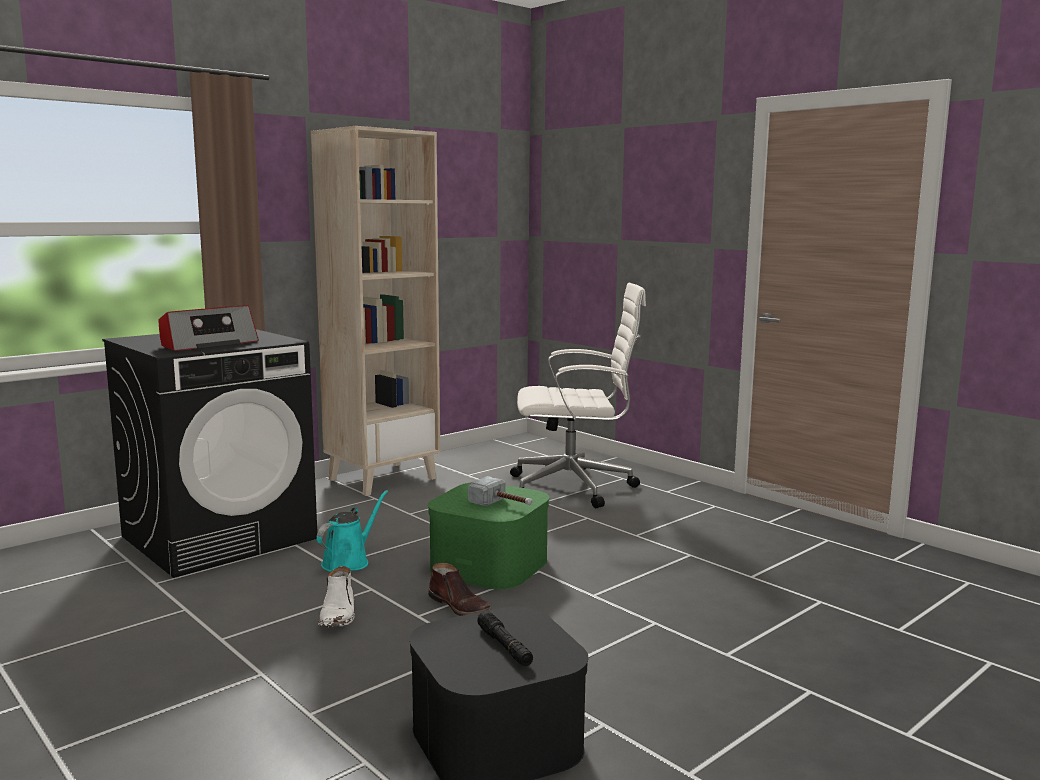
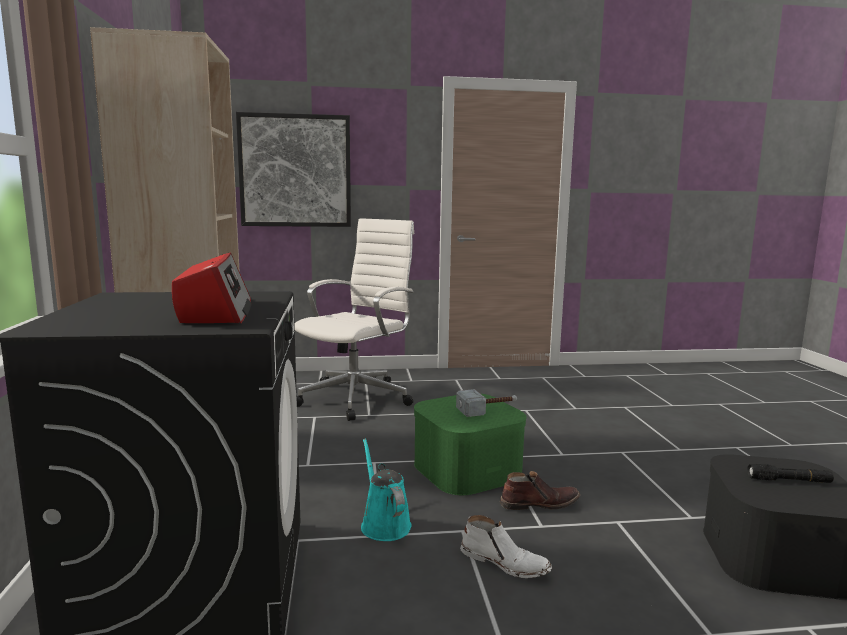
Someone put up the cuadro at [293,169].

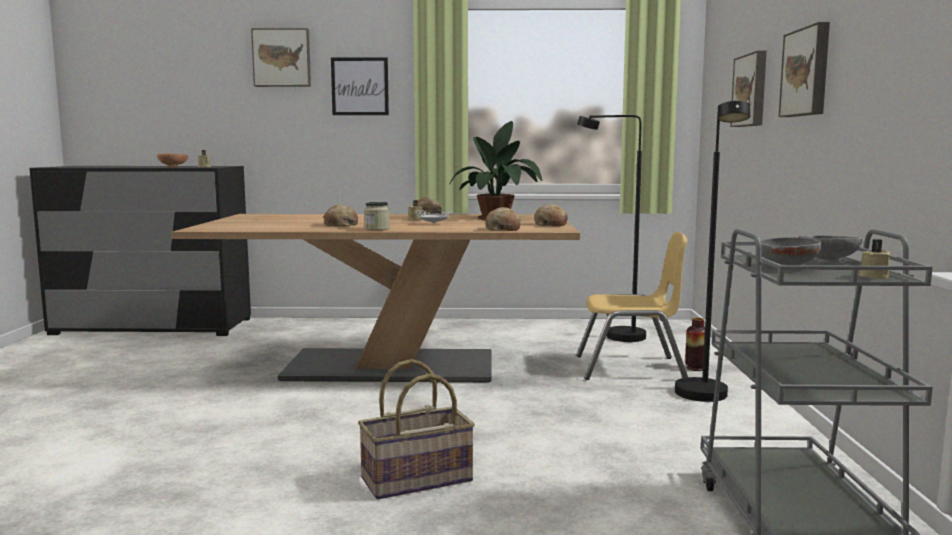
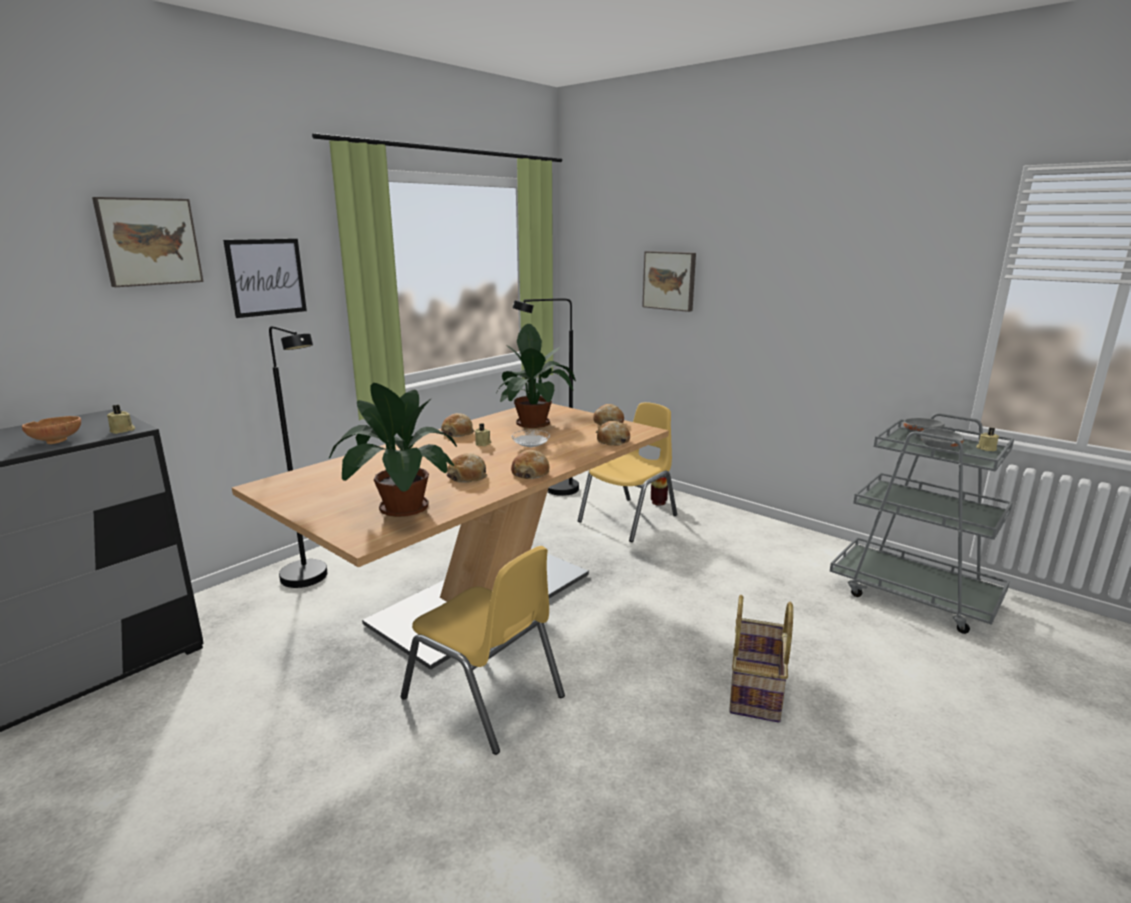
Someone took away the cuadro at [804,69].
Someone carried the lámpara de pie (negro) from [712,251] to [298,457].
Someone swapped the tarro at [377,216] for the pan at [530,464].
Someone put down the planta en maceta at [393,450].
Someone put down the silla (amarillo) at [483,650].

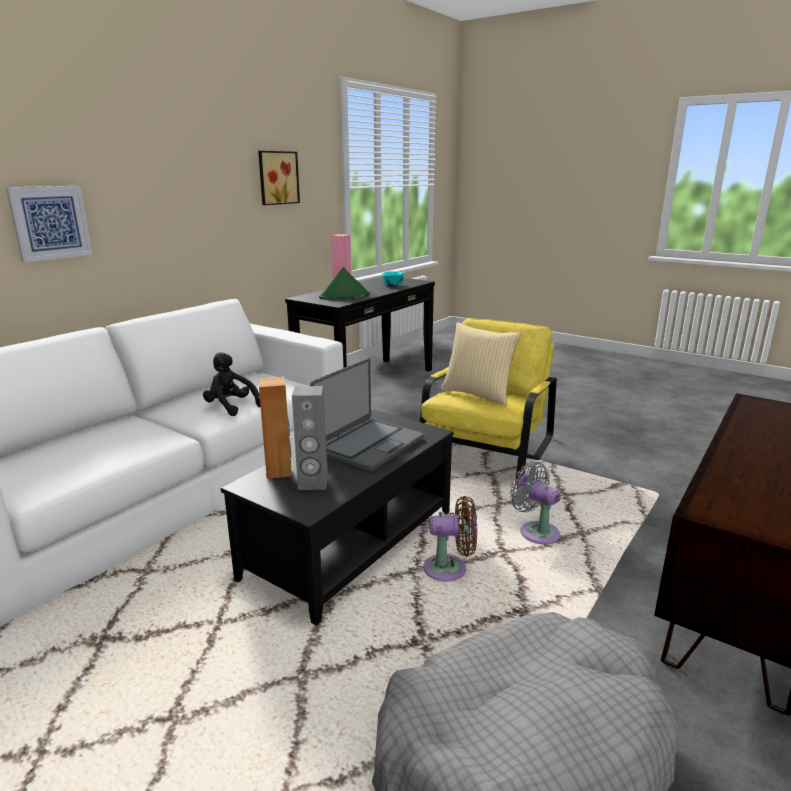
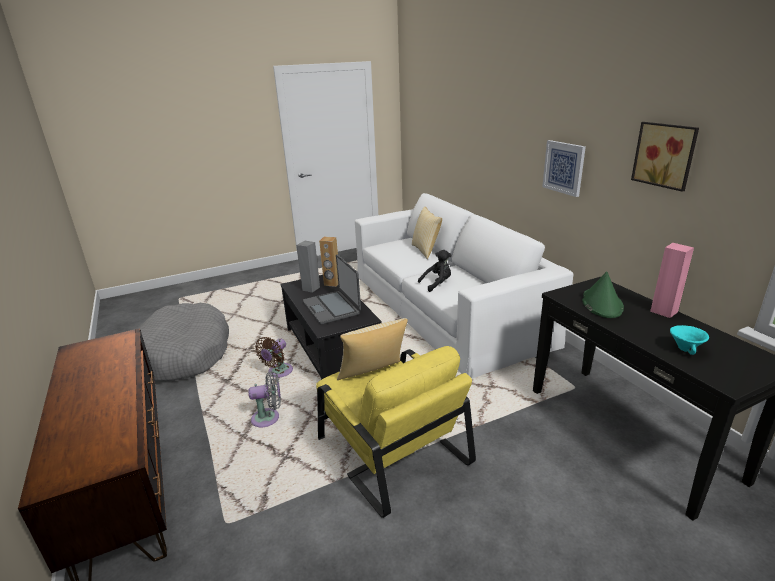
Someone carried the cuadro from [49,224] to [564,168].
Someone put down the cojín at [427,233].

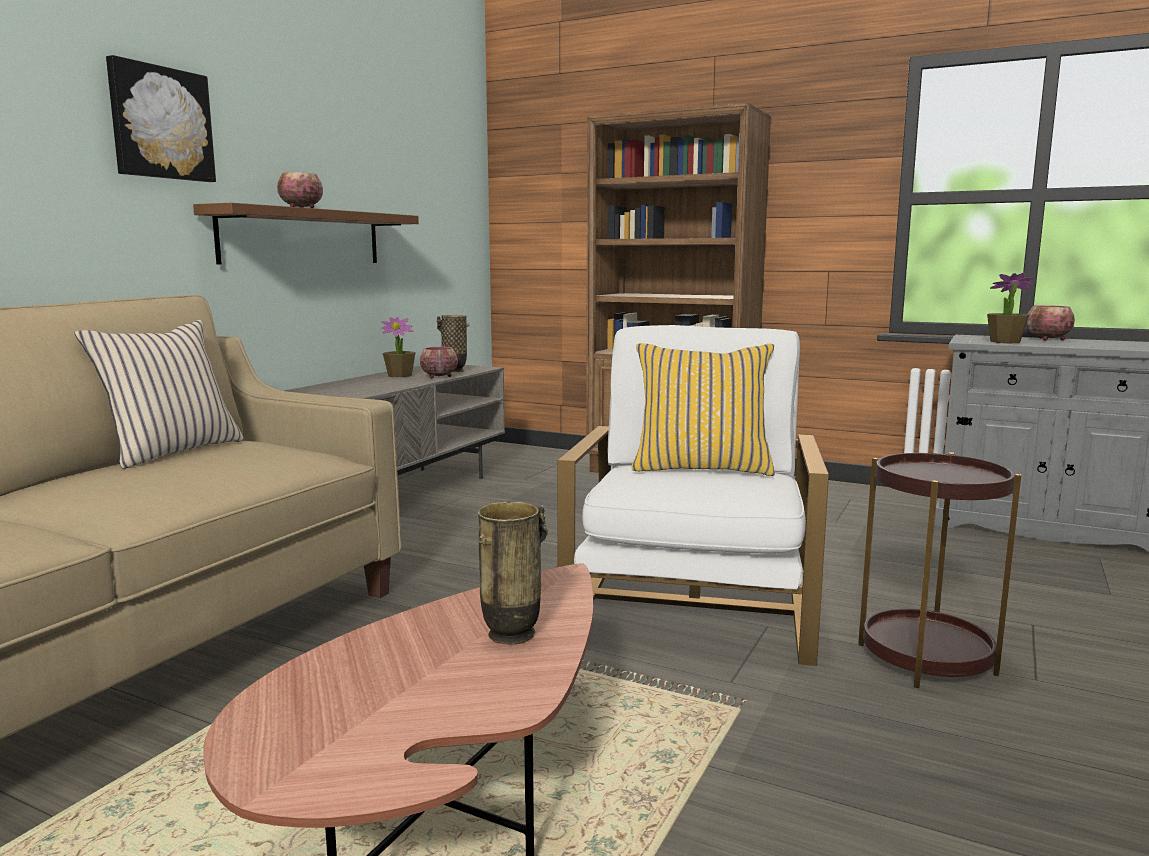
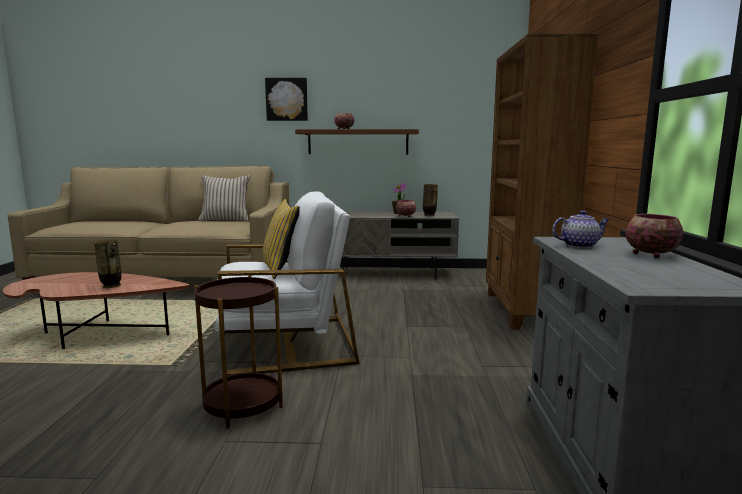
Someone swapped the planta en maceta at [1010,308] for the tetera at [581,229].

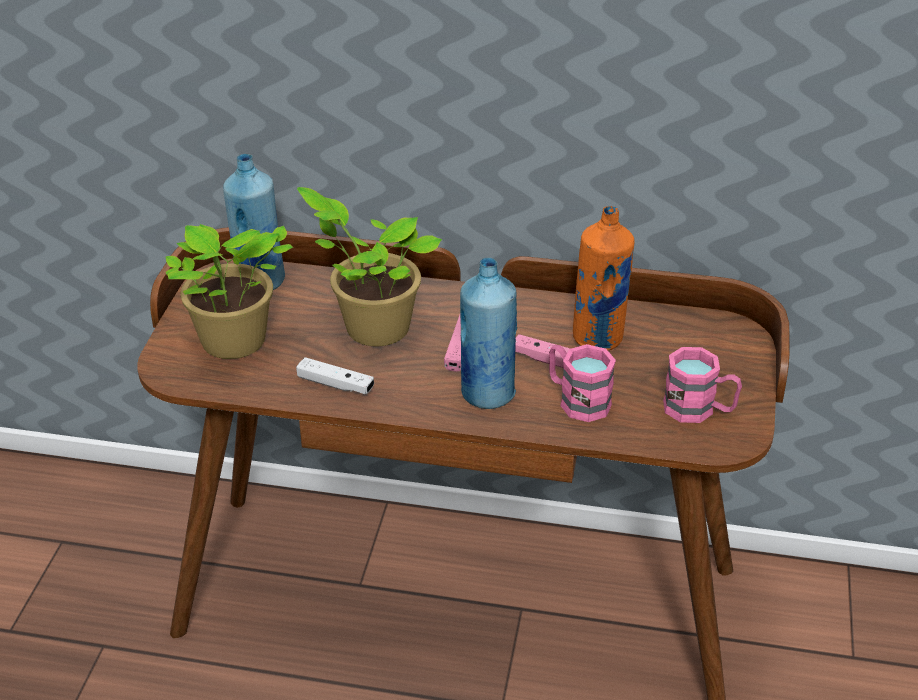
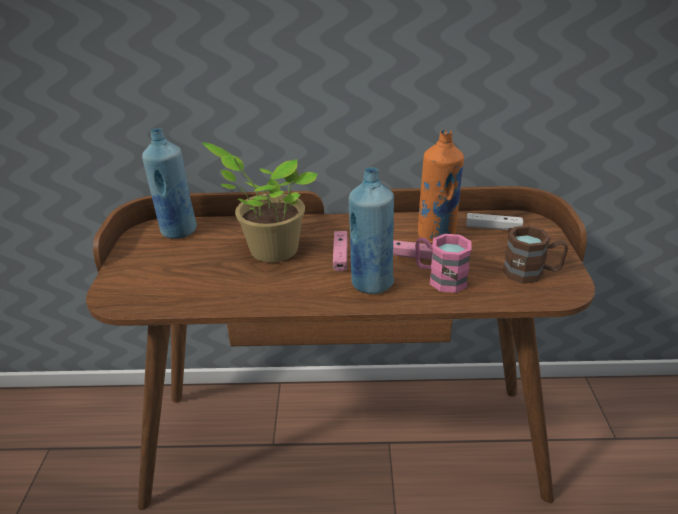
Someone took away the planta en maceta at [229,291].
Someone repainted the taza grande (rosa) at [702,385], which became the taza grande (marrón) at [535,254].
Someone carried the mando de consola (blanco) from [335,375] to [494,221].

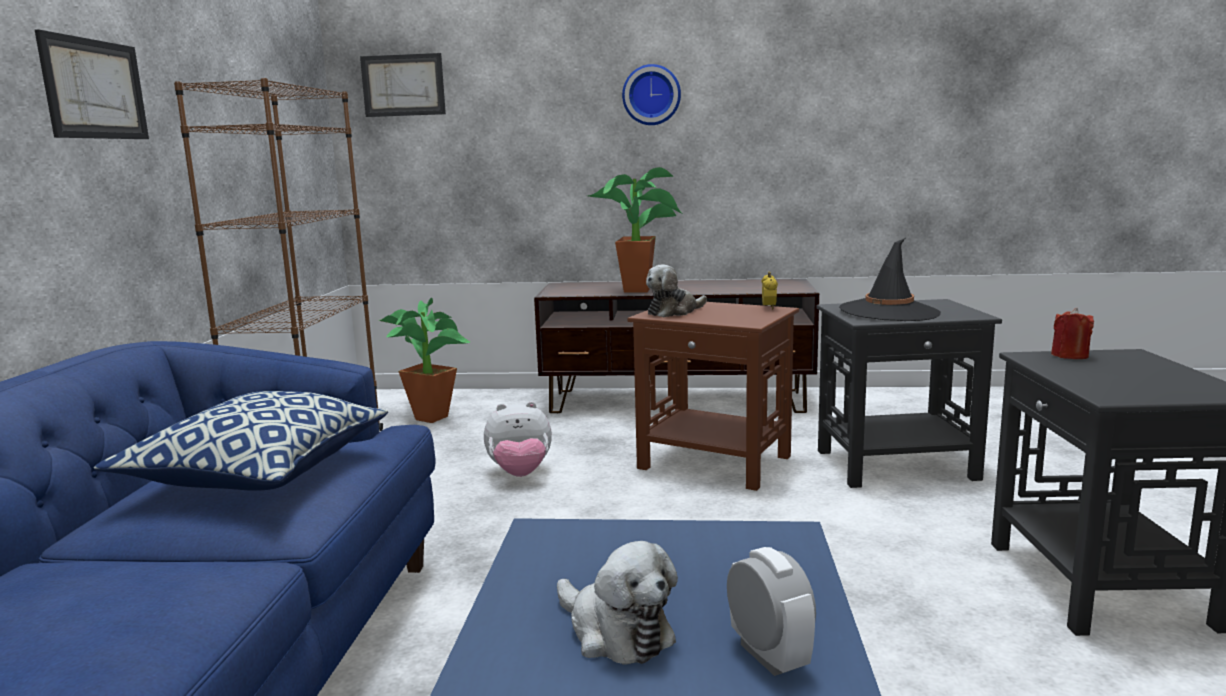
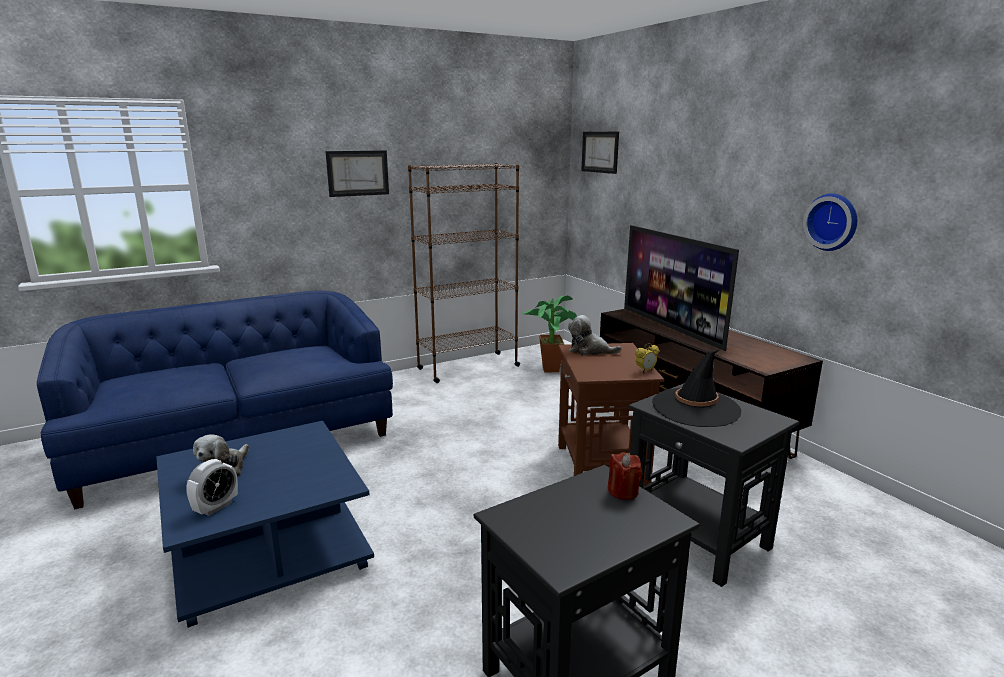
Someone carried the reloj de pared from [651,94] to [830,222].
Someone swapped the planta en maceta at [635,230] for the televisor at [681,288].
Someone took away the cojín at [241,441].
Someone took away the peluche at [518,439].

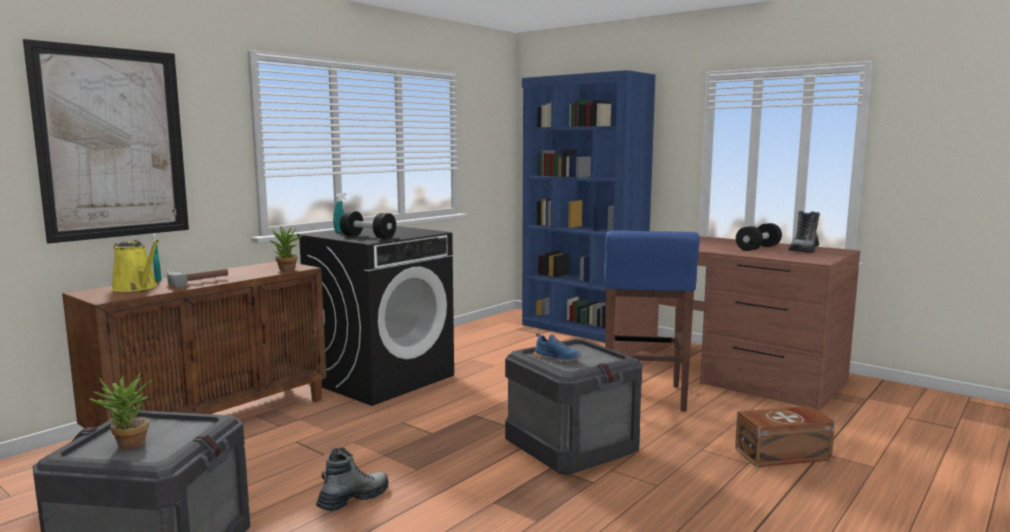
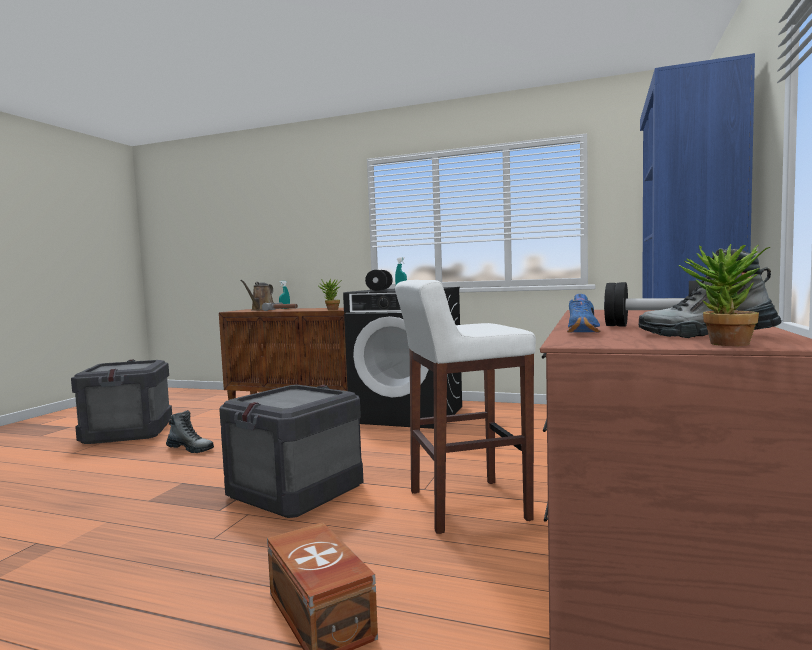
Someone took away the cuadro at [106,141].
Someone repainted the taburete (azul) at [652,321], which became the taburete (blanco) at [465,407].
Someone repainted the regadera (amarillo) at [135,266], which became the regadera (marrón) at [257,295].
Someone carried the zapato (azul) from [557,348] to [584,313].
Someone carried the planta en maceta from [121,410] to [724,295].

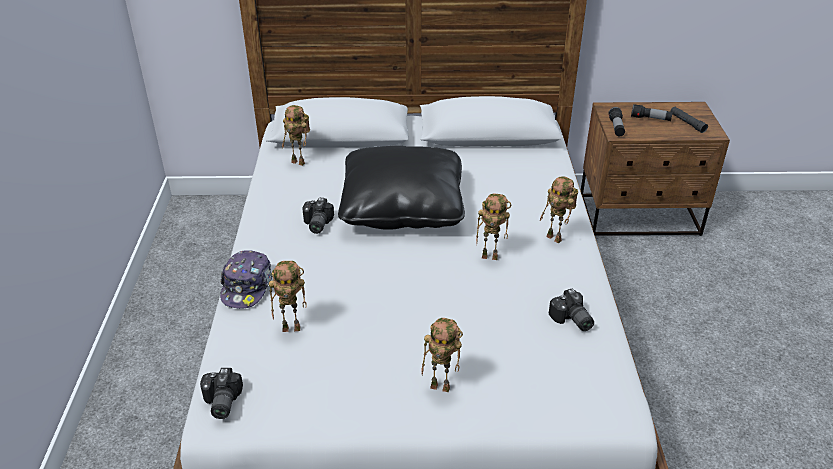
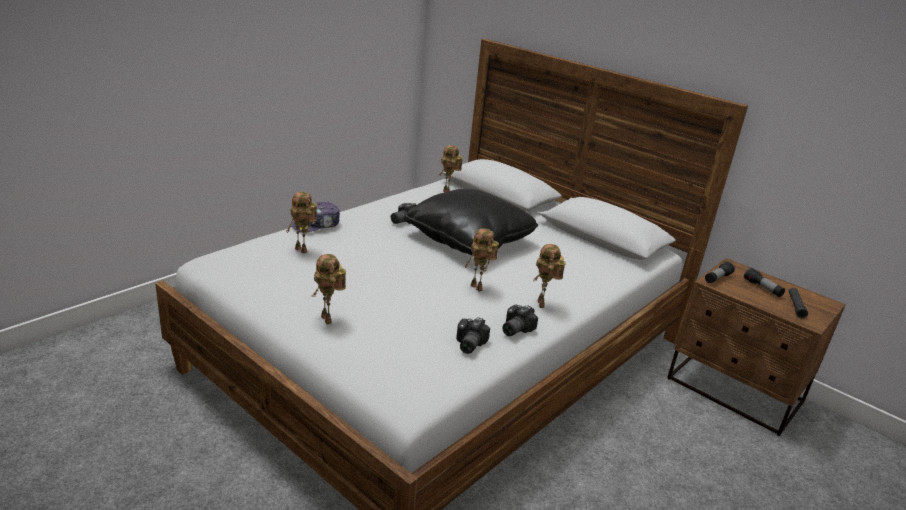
Someone carried the cámara from [221,393] to [520,320].

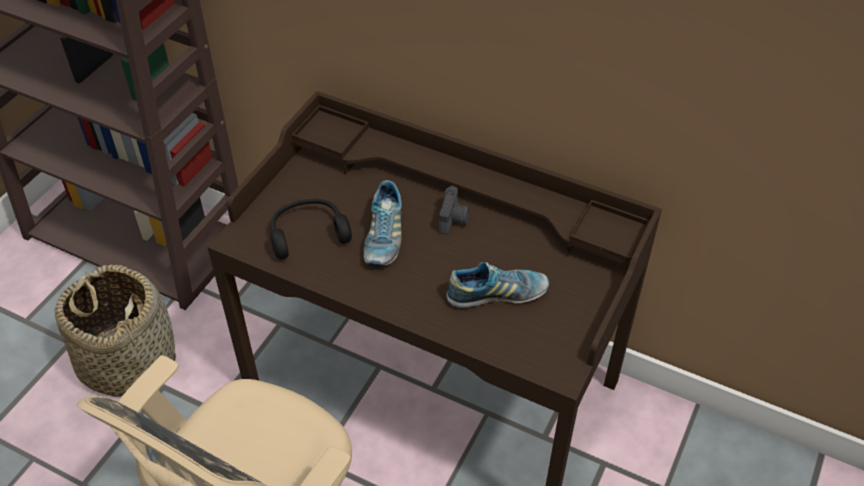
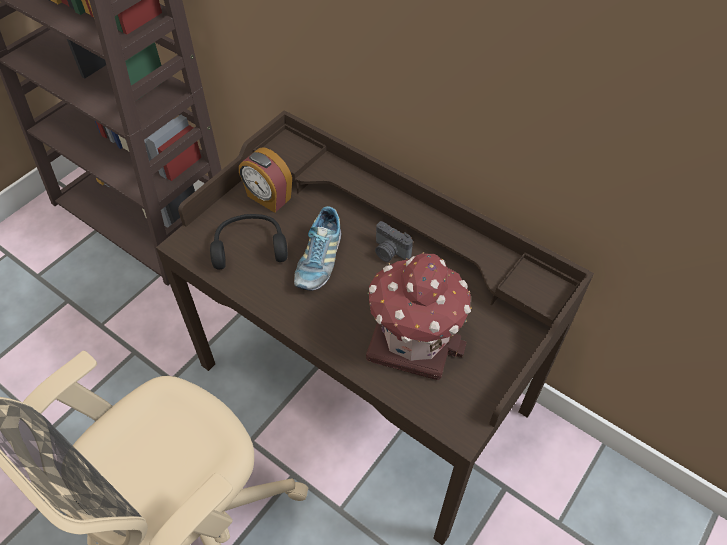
Someone rotated the cámara at [454,210] by 105 degrees clockwise.
Someone swapped the zapato at [497,285] for the casita at [419,316].
Someone took away the cesta at [115,331].
Someone put down the despertador at [265,180].

